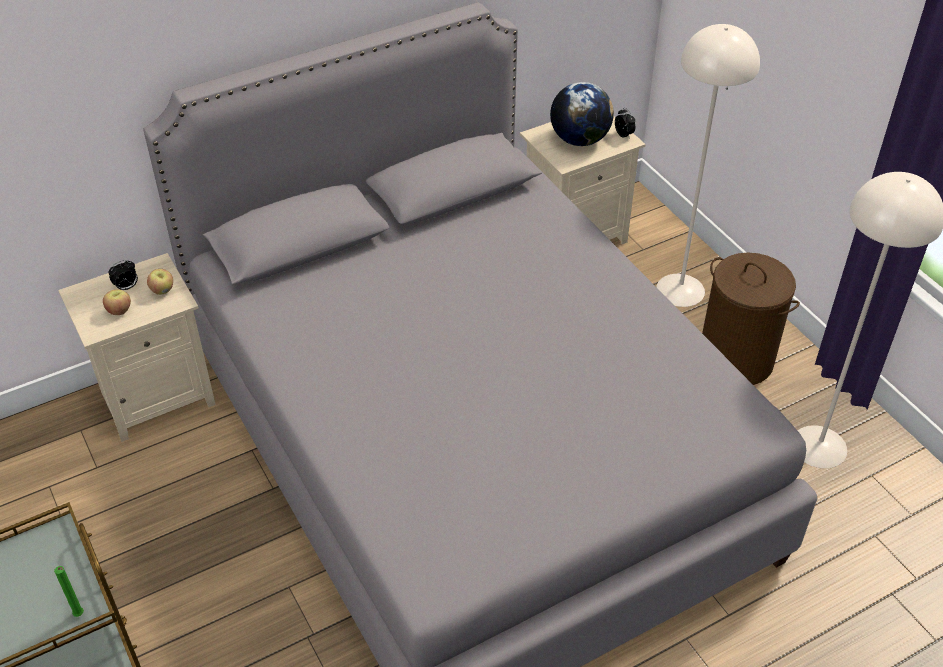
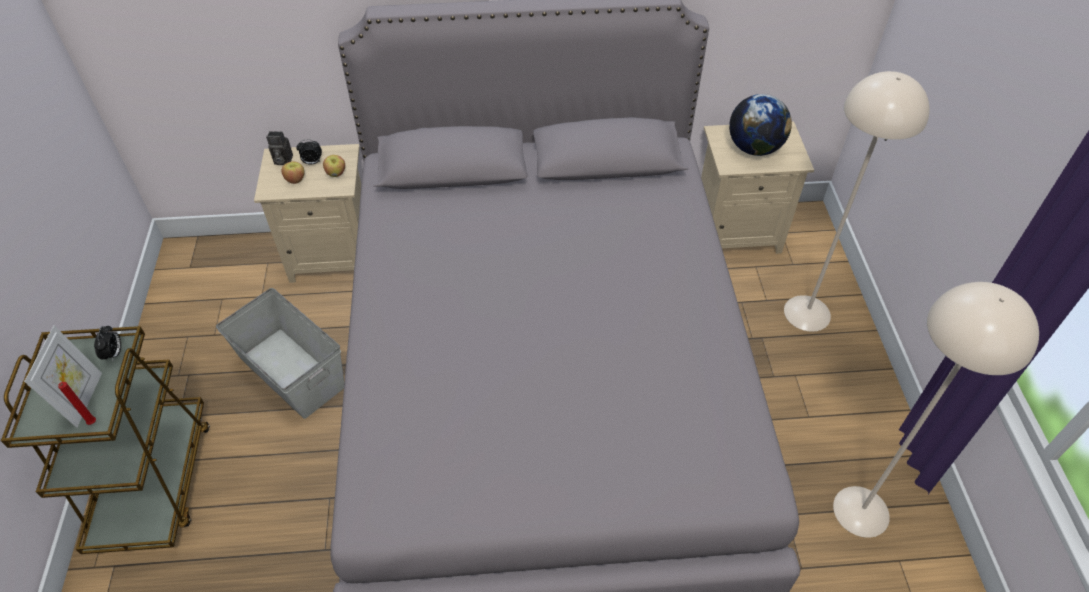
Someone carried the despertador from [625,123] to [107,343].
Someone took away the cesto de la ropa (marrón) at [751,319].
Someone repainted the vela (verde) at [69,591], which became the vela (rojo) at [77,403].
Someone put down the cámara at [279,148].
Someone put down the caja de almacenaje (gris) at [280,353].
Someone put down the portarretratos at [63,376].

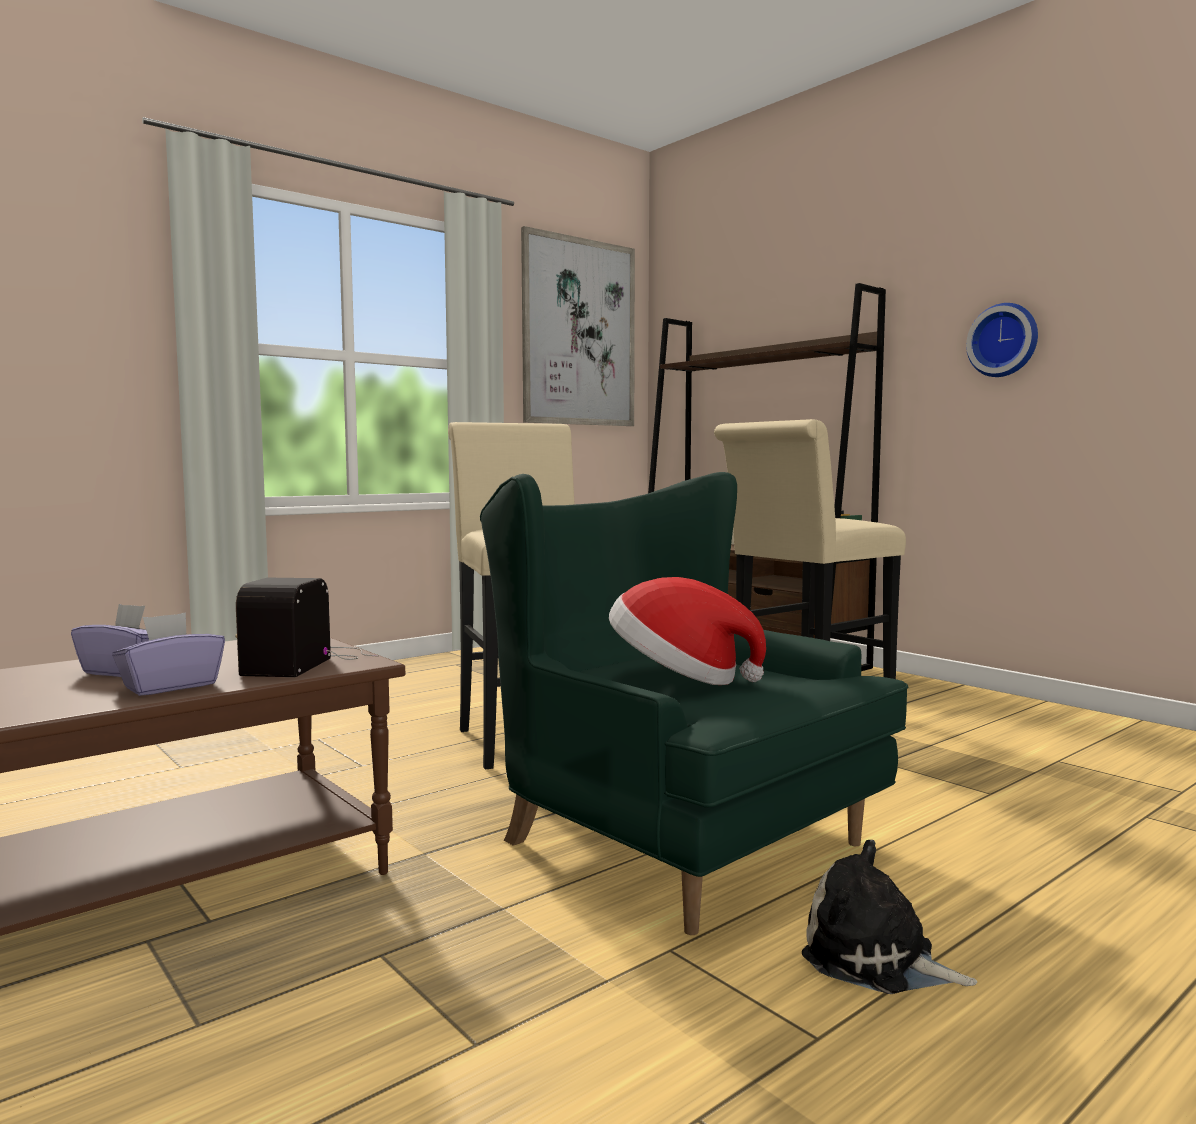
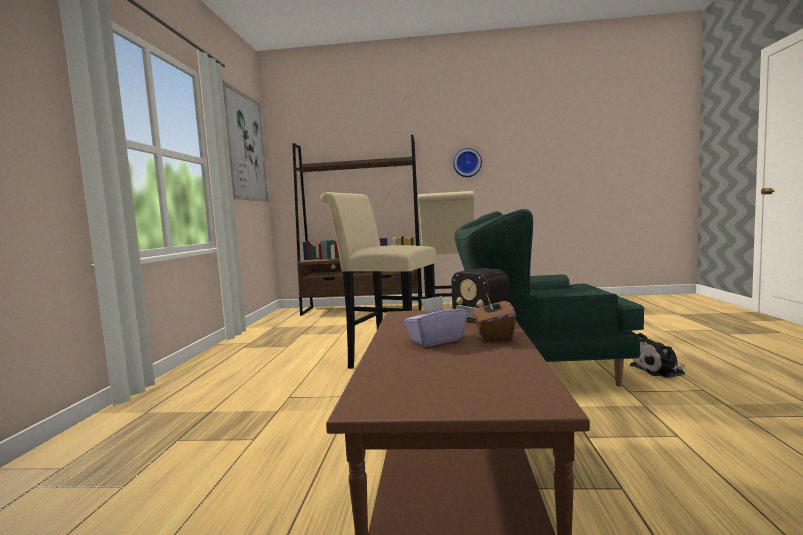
Someone took away the sombrero at [687,631].
Someone repainted the caja de pañuelos (morado) at [168,654], which became the caja de pañuelos (marrón) at [494,318].

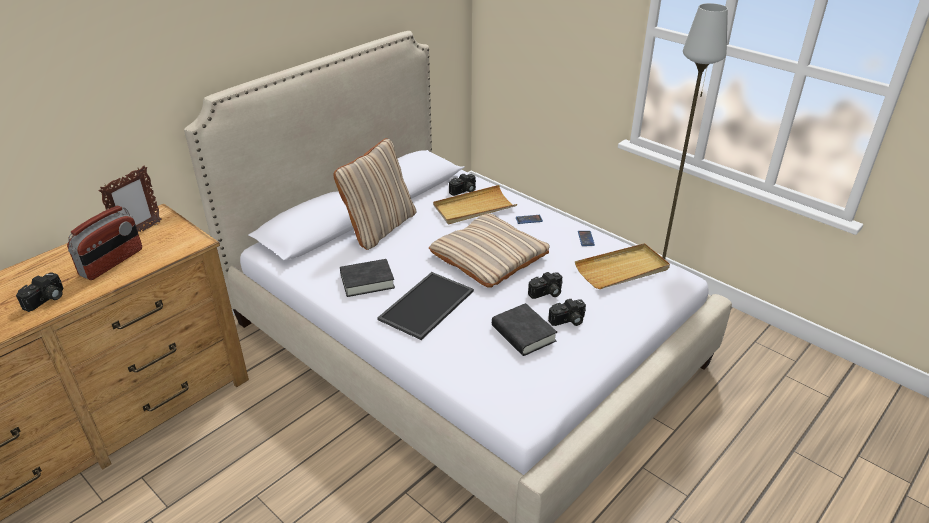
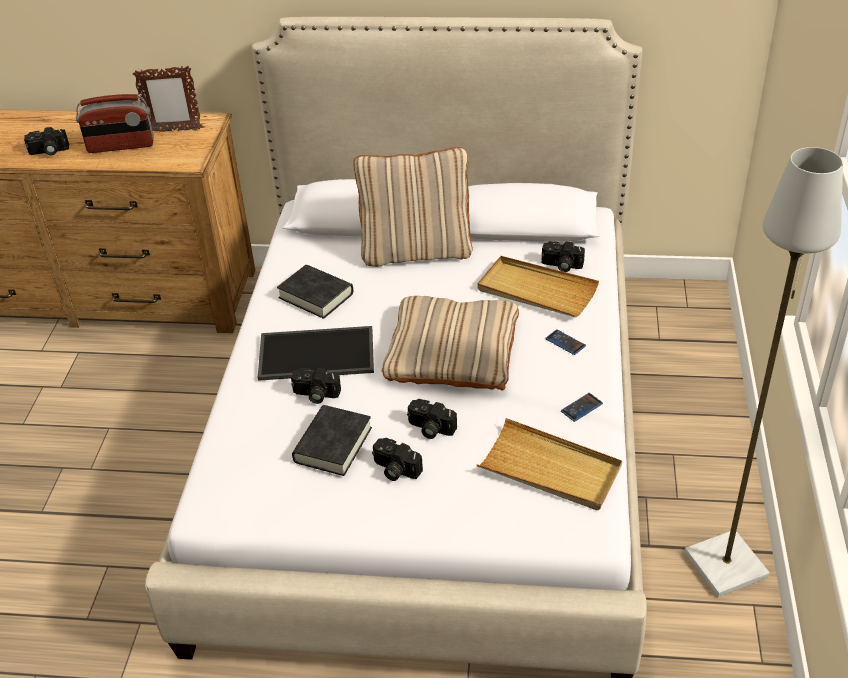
Someone put down the cámara at [316,386].

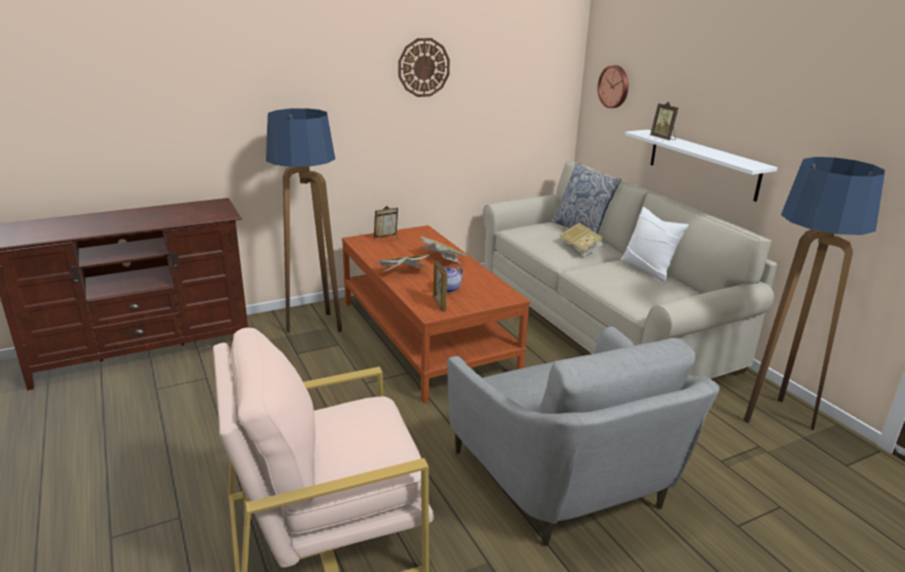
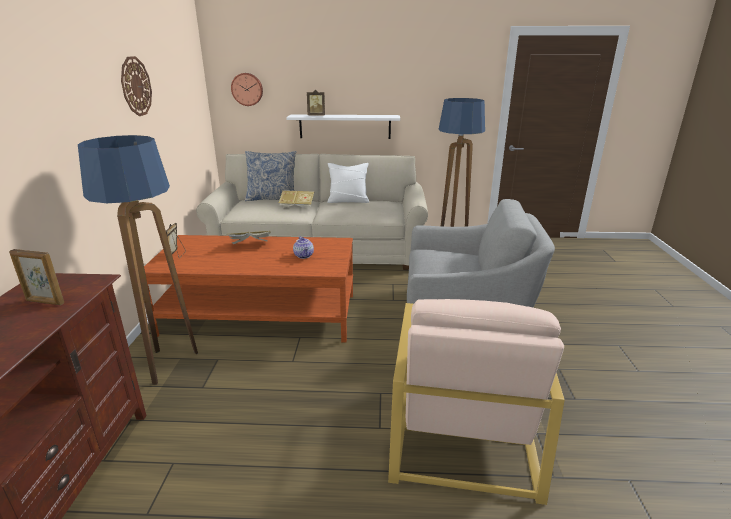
Someone took away the libro at [403,263].
Someone carried the portarretratos from [440,286] to [36,277].

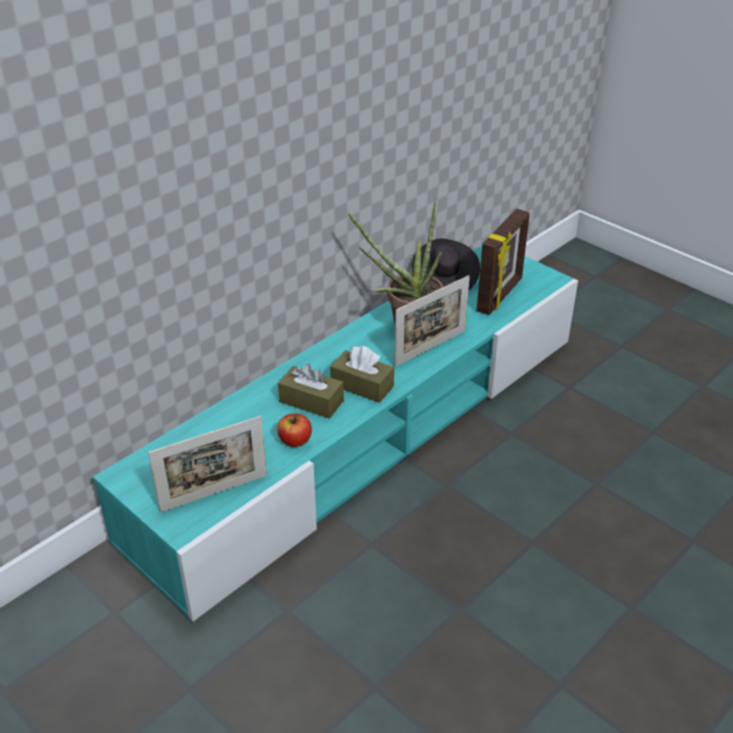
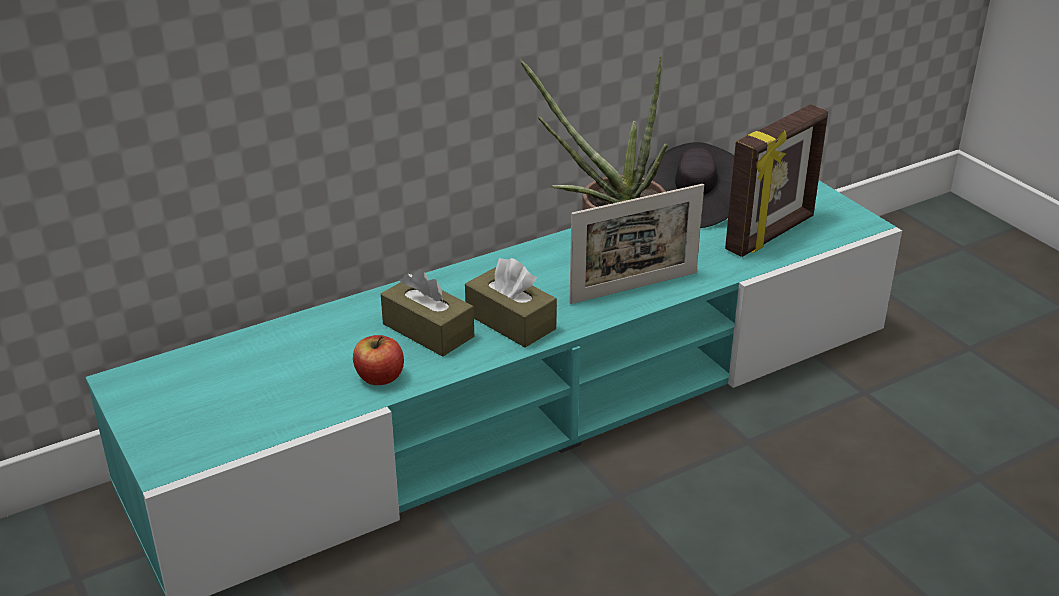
Someone took away the portarretratos at [207,464].

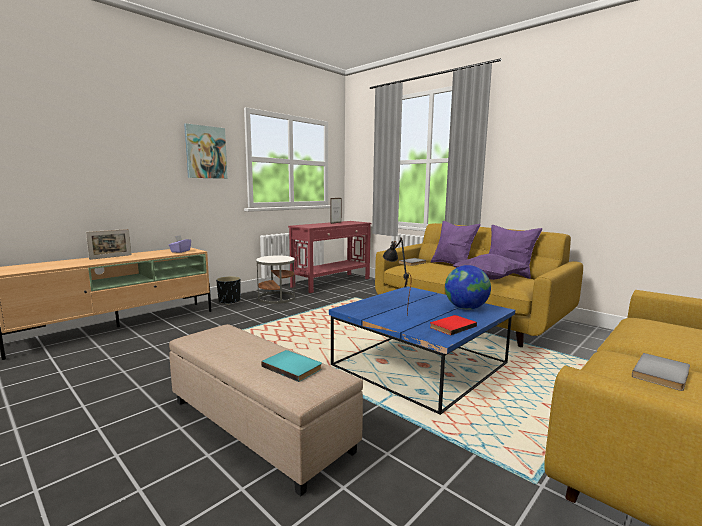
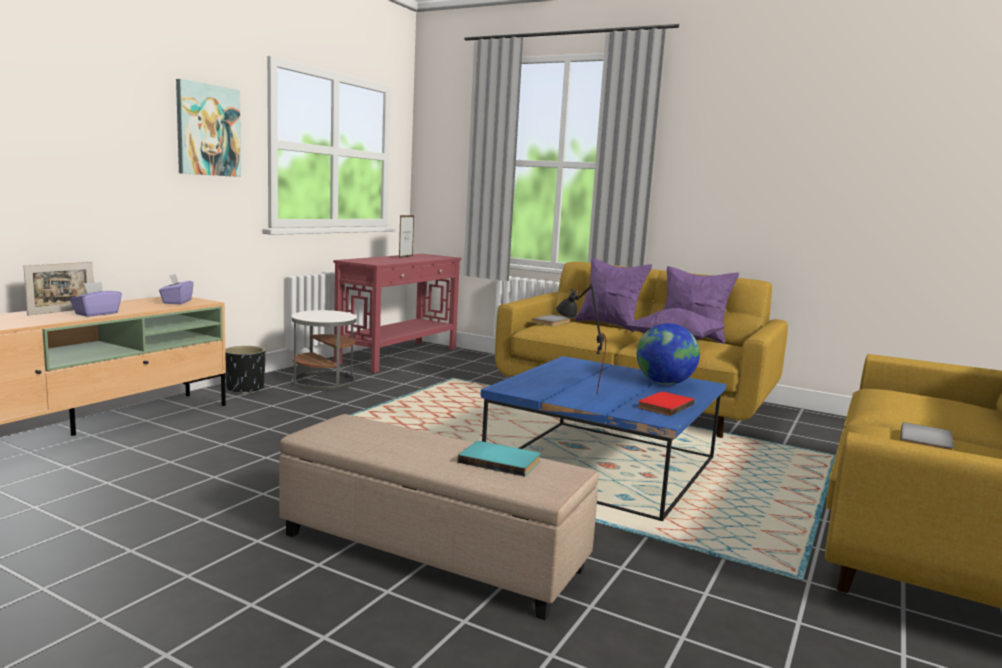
Someone put down the caja de pañuelos (morado) at [96,299].

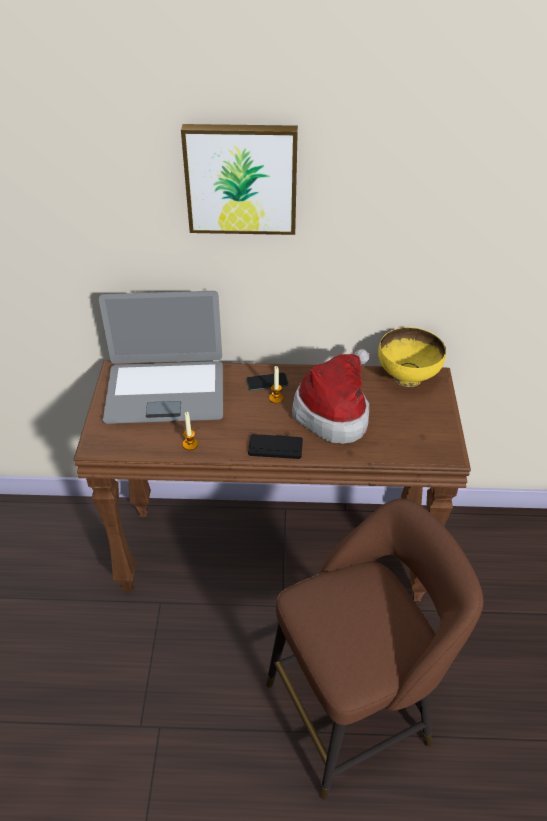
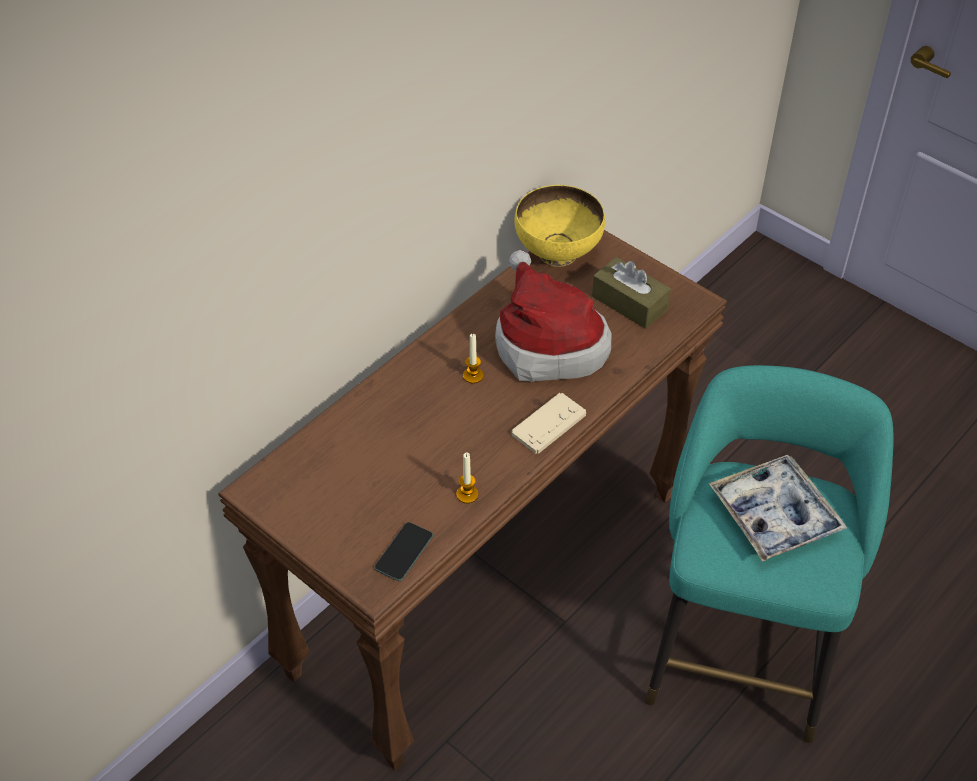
Someone took away the cuadro at [239,179].
Someone took away the portátil at [161,357].
Someone carried the móvil from [267,382] to [403,551].
Someone repainted the mando de consola (negro) at [275,446], which became the mando de consola (beis) at [549,423].
Someone repainted the taburete (marrón) at [375,649], which became the taburete (turquesa) at [769,554].
Someone put down the caja de pañuelos (marrón) at [631,293].
Someone put down the bandeja at [778,508].

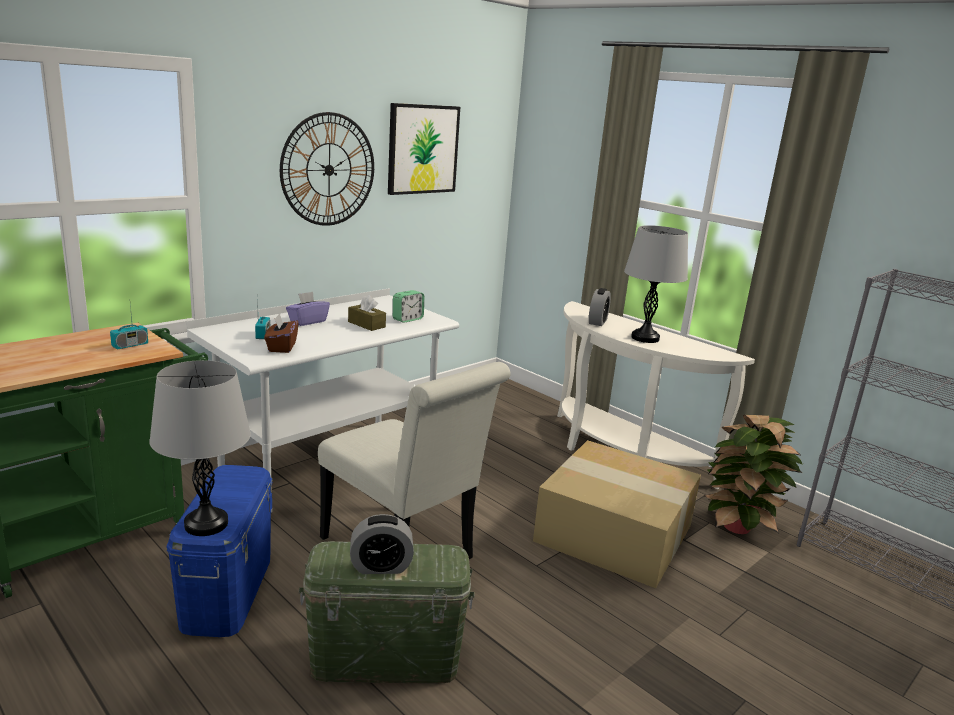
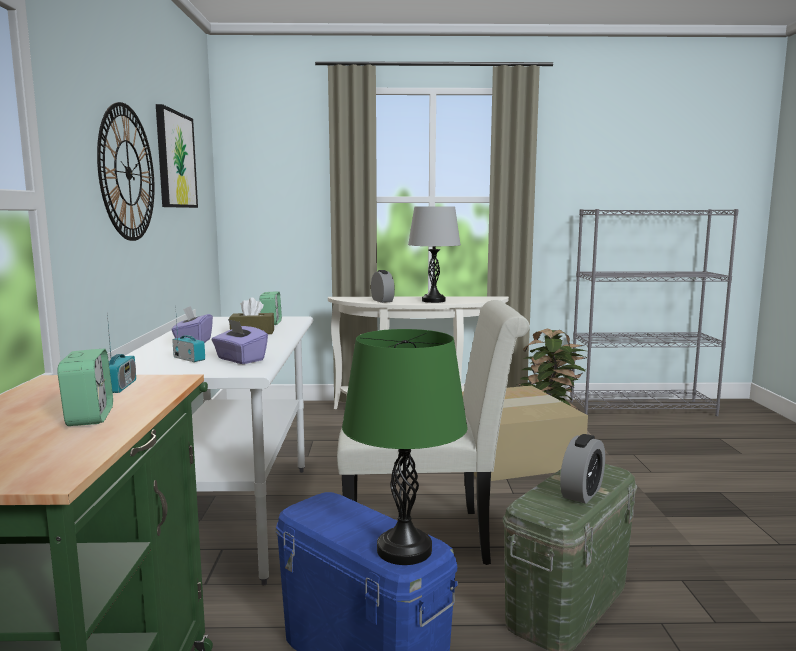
Someone repainted the caja de pañuelos (marrón) at [281,333], which became the caja de pañuelos (morado) at [240,341].
Someone repainted the lámpara de mesa (gris) at [200,448], which became the lámpara de mesa (verde) at [405,447].
Someone put down the despertador at [85,387].

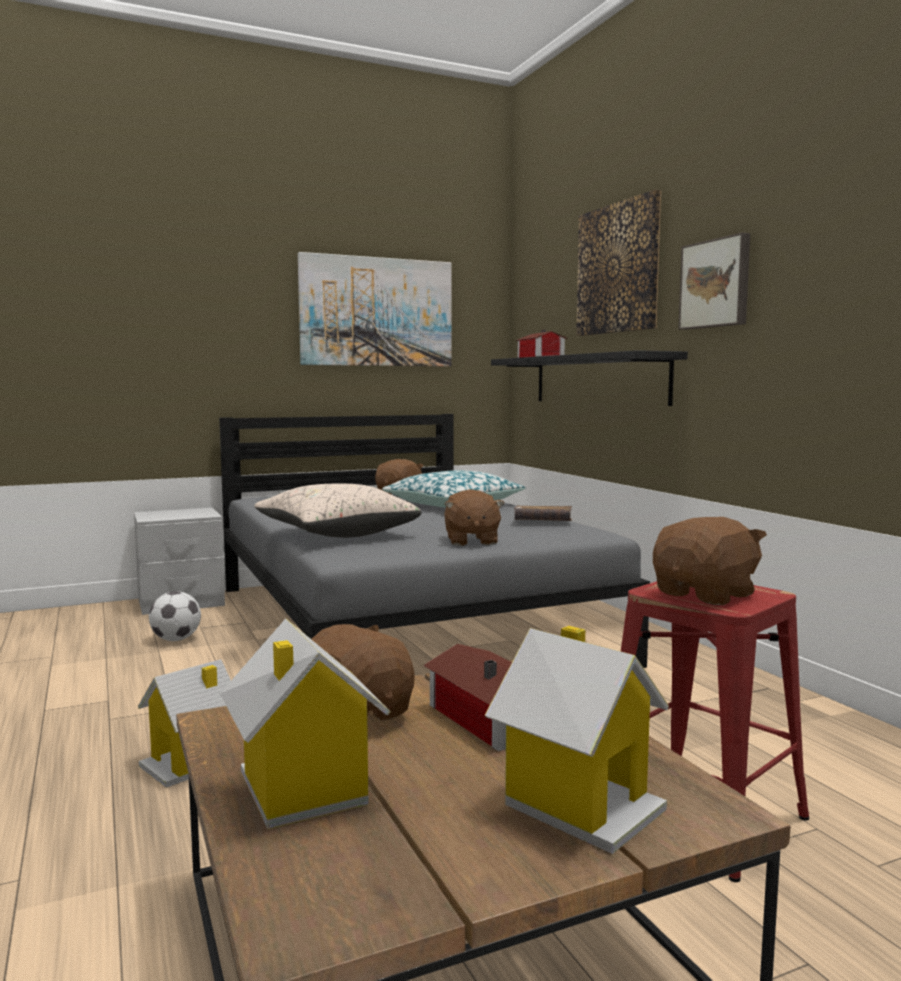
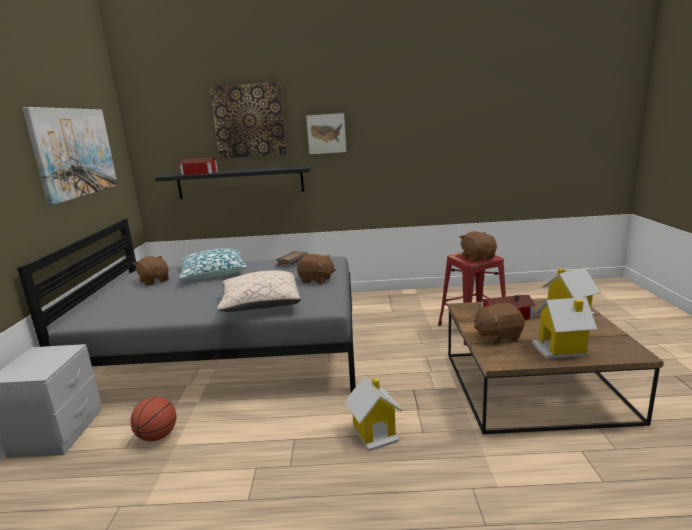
Someone swapped the balón de fútbol at [175,616] for the balón de baloncesto at [153,419].

